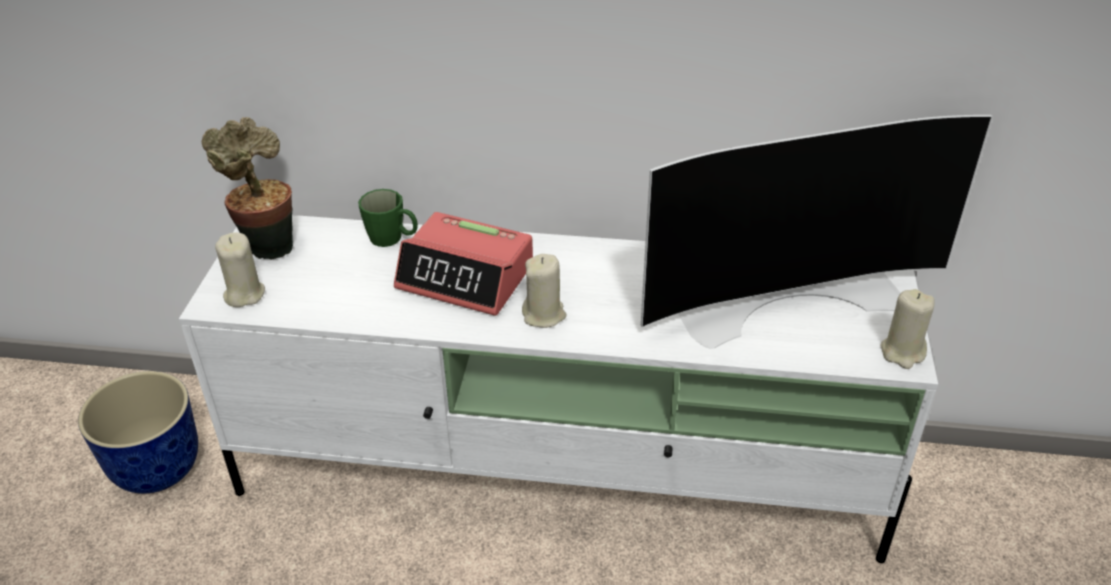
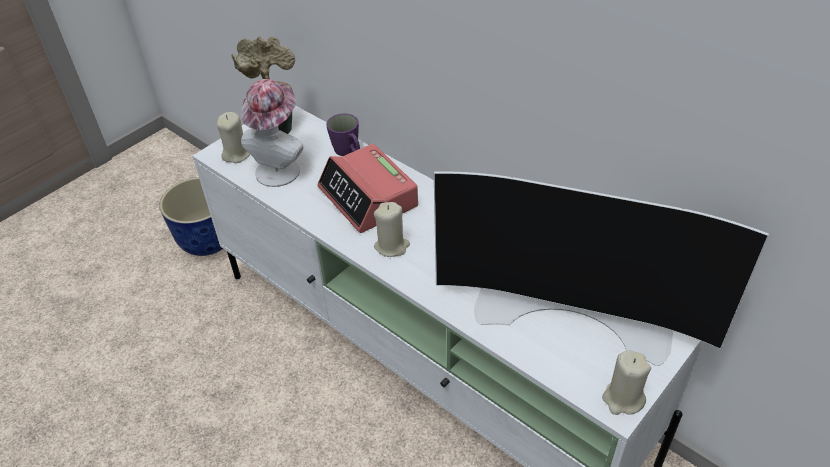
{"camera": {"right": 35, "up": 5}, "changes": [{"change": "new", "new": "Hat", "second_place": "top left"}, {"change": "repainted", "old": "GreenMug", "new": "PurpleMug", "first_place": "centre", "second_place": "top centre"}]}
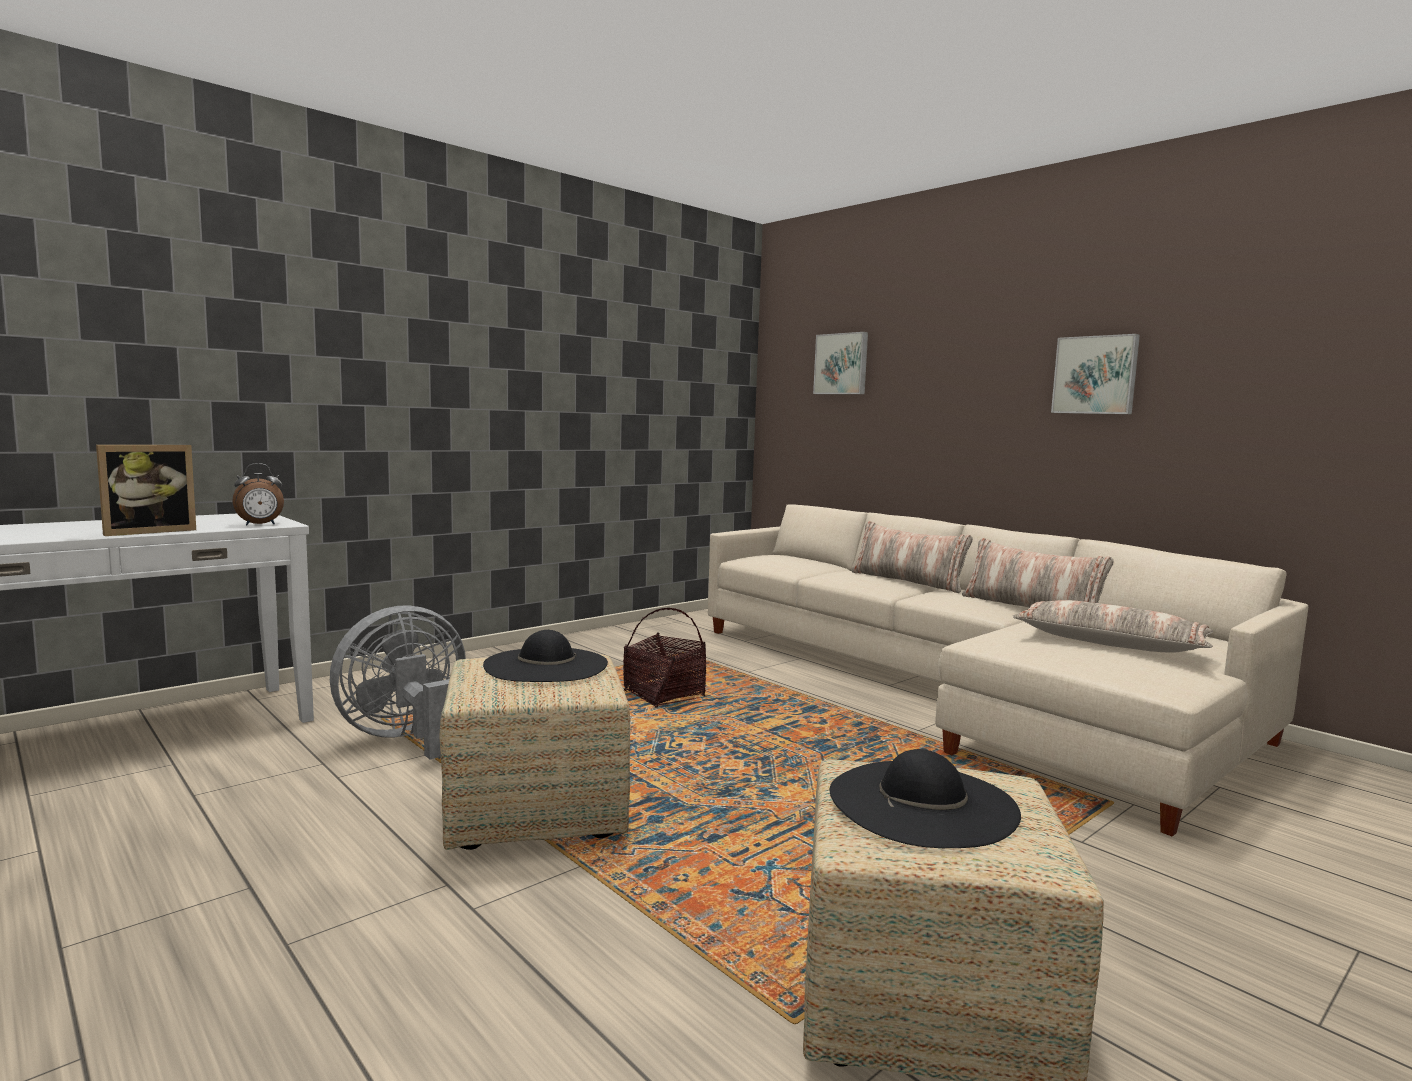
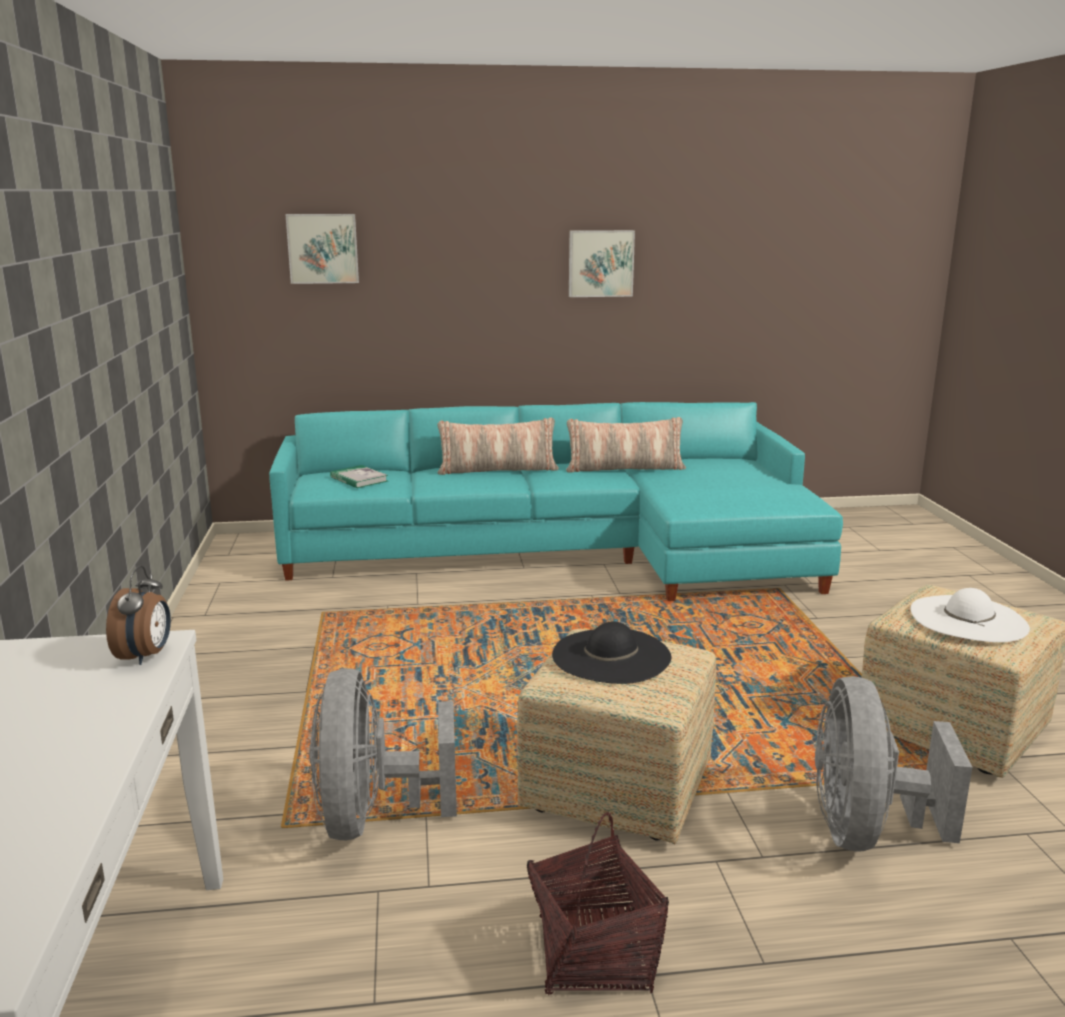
{"camera": {"right": -55, "up": 10}, "changes": [{"change": "repainted", "old": "BeigeSofa", "new": "TurquoiseSofa", "first_place": "middle right", "second_place": "centre"}, {"change": "new", "new": "Book", "second_place": "centre"}, {"change": "shifted", "old": "Basket", "first_place": "centre", "second_place": "bottom centre"}, {"change": "new", "new": "GreyFan (no. 2 from left)", "second_place": "bottom right"}, {"change": "repainted", "old": "BlackHat (no. 2 from left)", "new": "WhiteHat", "first_place": "bottom centre", "second_place": "middle right"}, {"change": "gone", "old": "PictureFrame", "first_place": "middle left"}, {"change": "gone", "old": "Pillow (no. 3 from left)", "first_place": "middle right"}]}
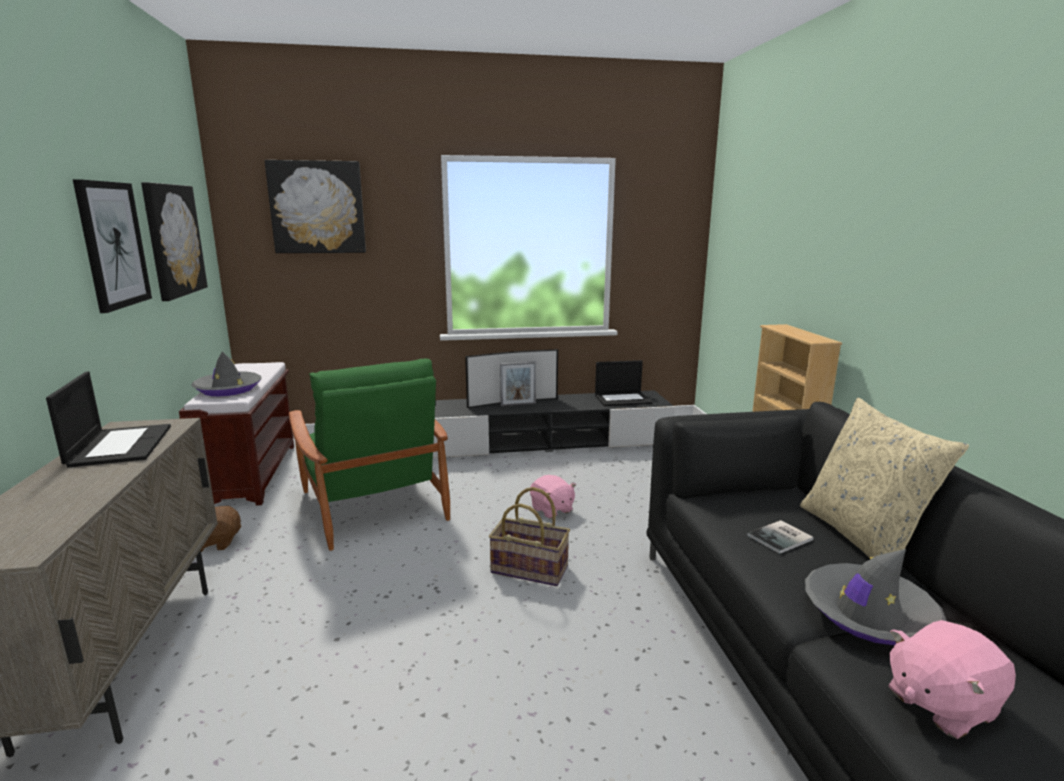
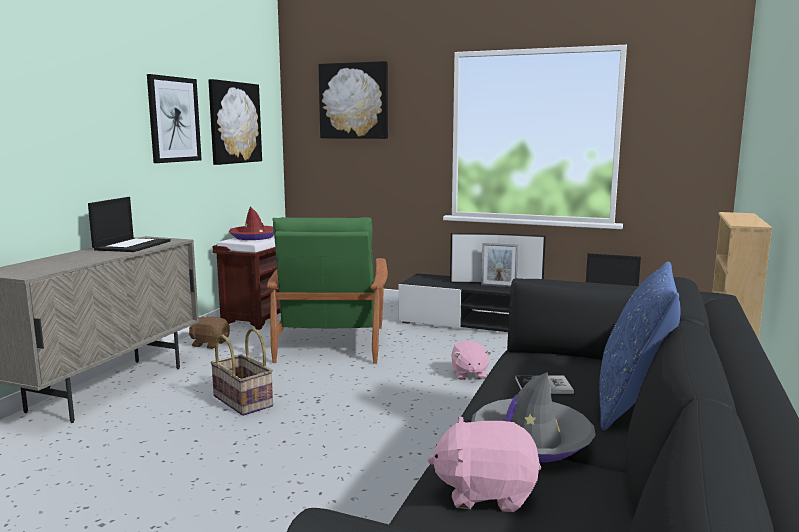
{"camera": {"right": 30, "up": -5}, "changes": [{"change": "shifted", "old": "Basket", "first_place": "bottom centre", "second_place": "bottom left"}, {"change": "repainted", "old": "GreyHat (no. 1 from left)", "new": "RedHat", "first_place": "middle left", "second_place": "middle left"}, {"change": "repainted", "old": "BeigePillow", "new": "BluePillow", "first_place": "middle right", "second_place": "middle right"}]}
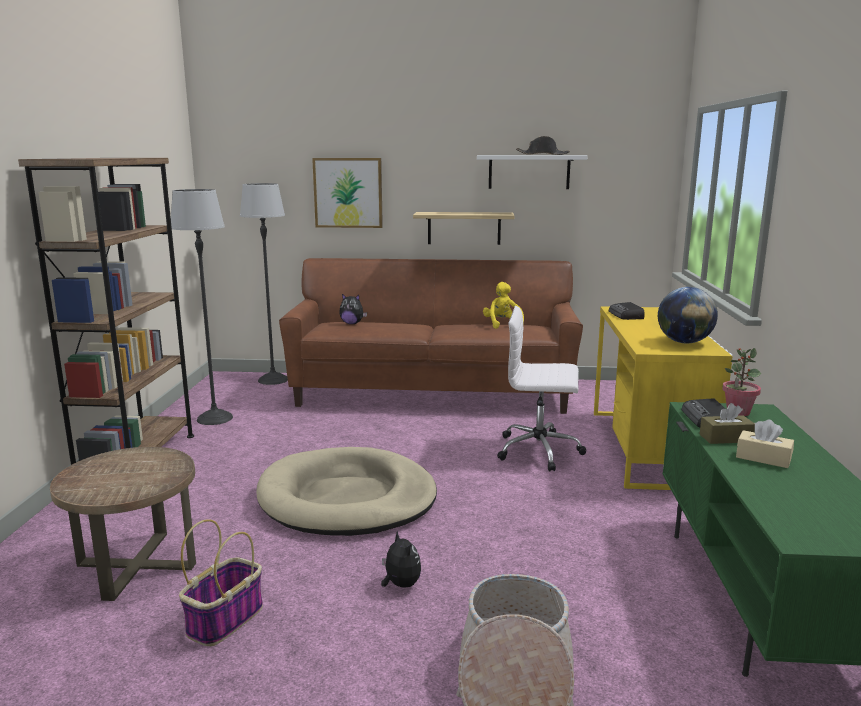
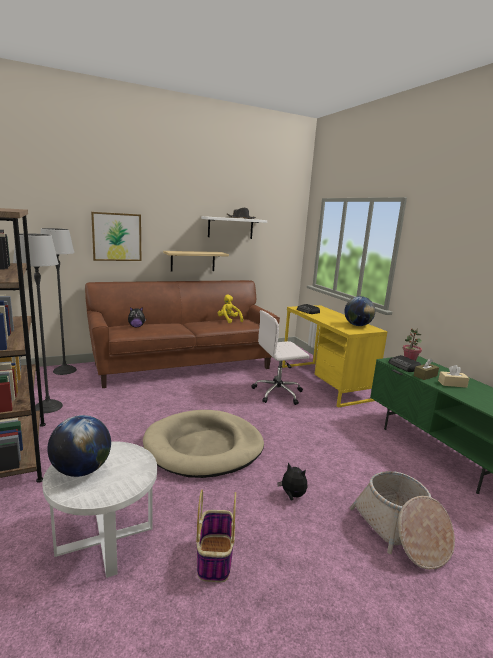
{"camera": {"right": -30, "up": 0}, "changes": [{"change": "repainted", "old": "BrownSideTable", "new": "WhiteSideTable", "first_place": "bottom left", "second_place": "bottom left"}, {"change": "new", "new": "Globe (no. 1 from left)", "second_place": "bottom left"}]}
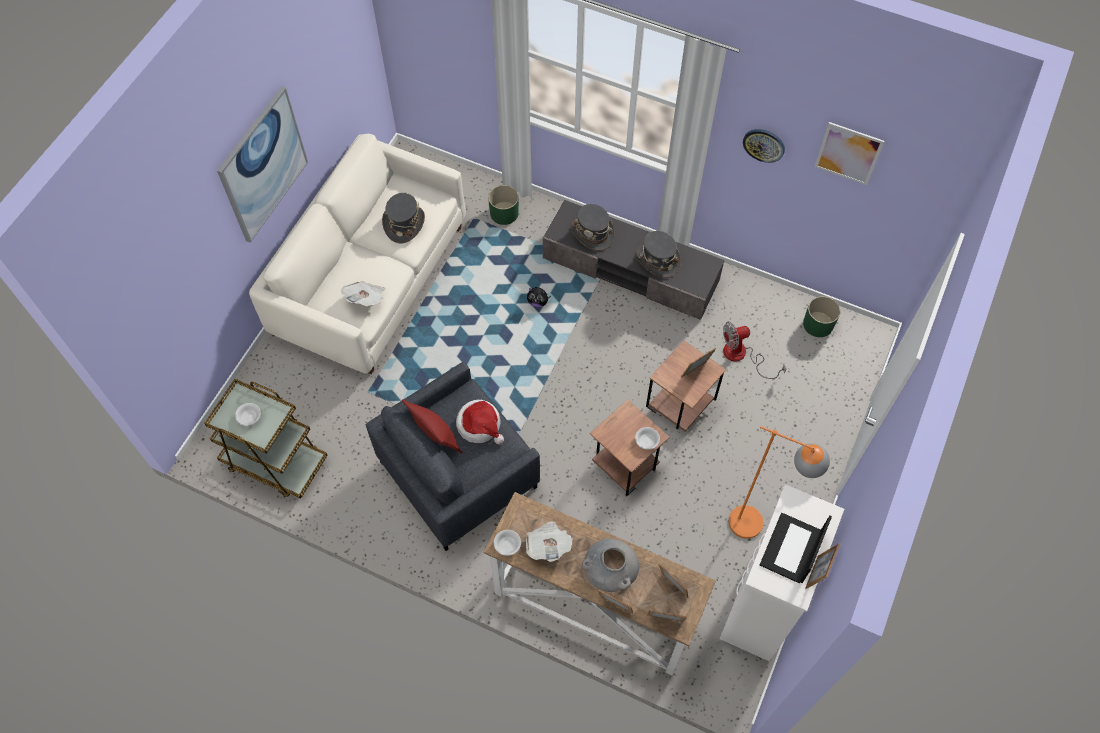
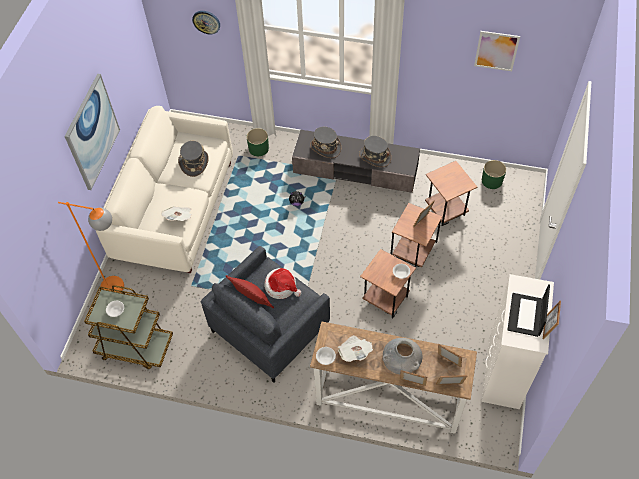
{"camera": {"right": -10, "up": -5}, "changes": [{"change": "shifted", "old": "OrangeFloorLamp", "first_place": "middle right", "second_place": "middle left"}, {"change": "shifted", "old": "WallClock", "first_place": "top right", "second_place": "top left"}, {"change": "swapped", "old": "Fan", "new": "BrownSideTable (no. 3 from left)", "first_place": "middle right", "second_place": "middle right"}]}
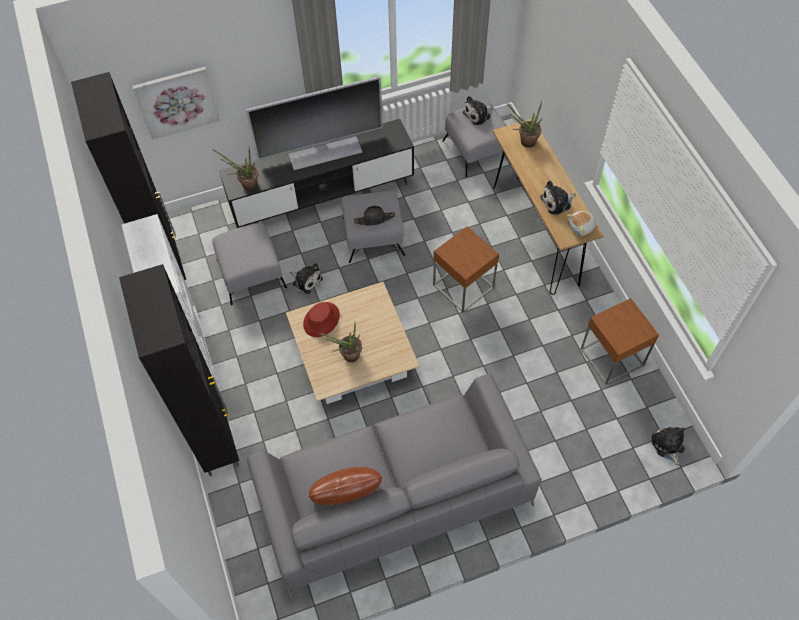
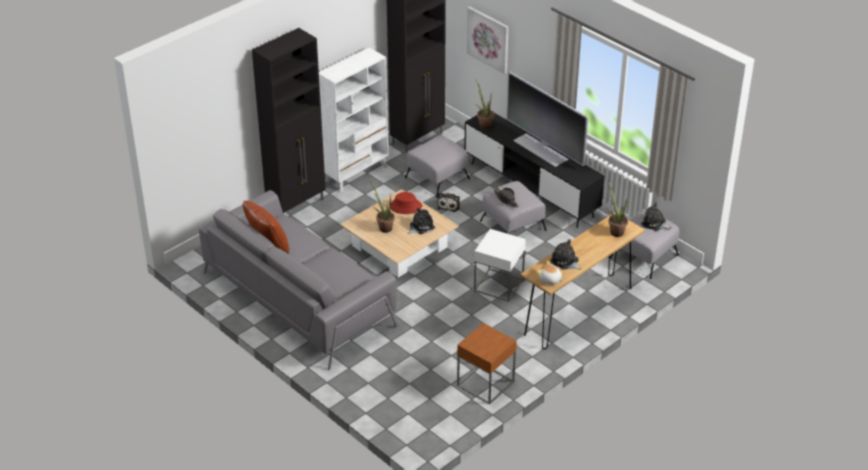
{"camera": {"right": 65, "up": -20}, "changes": [{"change": "shifted", "old": "PlushToy (no. 5 from left in the first image)", "new": "PlushToy (no. 1 from left)", "first_place": "bottom right", "second_place": "centre"}, {"change": "repainted", "old": "BrownSideTable (no. 1 from left)", "new": "WhiteSideTable", "first_place": "centre", "second_place": "centre"}]}
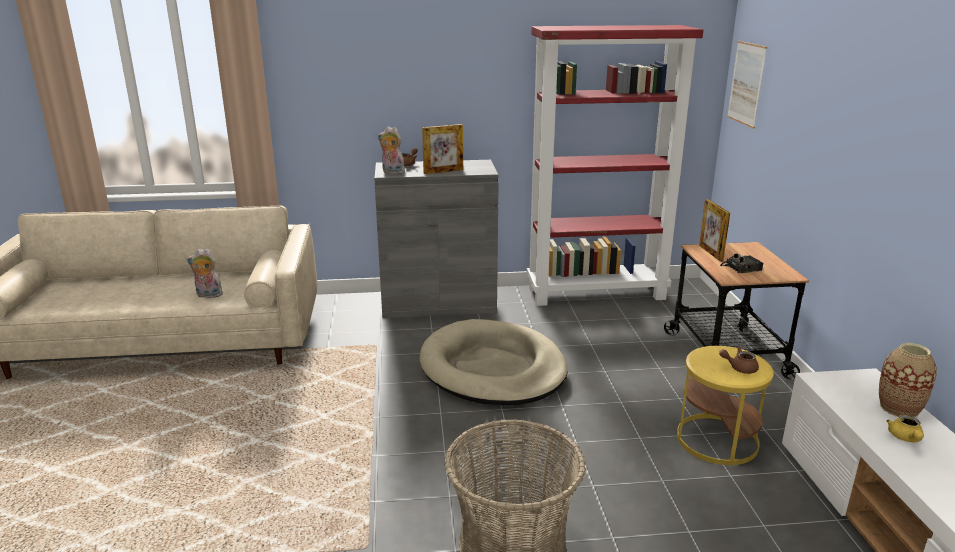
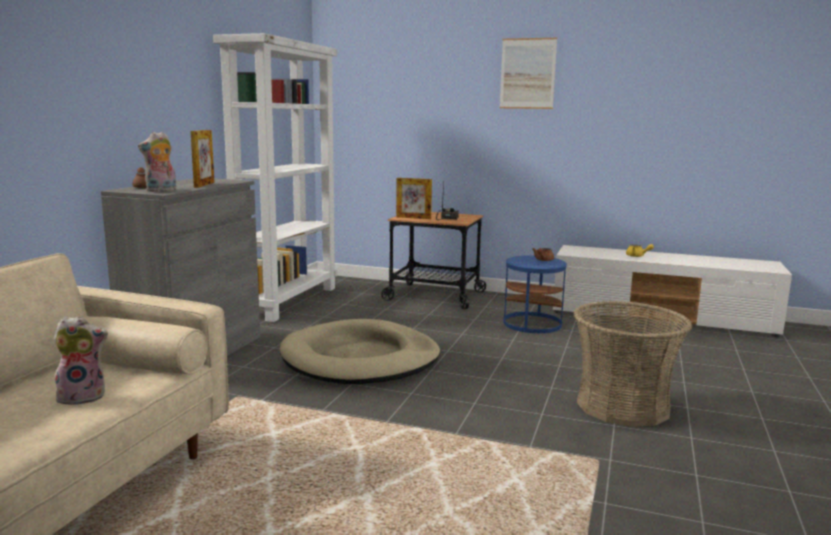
{"camera": {"right": -65, "up": -10}, "changes": [{"change": "rotated", "old": "PlushToy (no. 1 from left)", "first_place": "middle left", "second_place": "bottom left", "degrees": -135}, {"change": "repainted", "old": "RedBookcase", "new": "WhiteBookcase", "first_place": "top centre", "second_place": "top left"}, {"change": "shifted", "old": "Picture", "first_place": "top right", "second_place": "top centre"}, {"change": "repainted", "old": "YellowSideTable", "new": "BlueSideTable", "first_place": "bottom right", "second_place": "centre"}, {"change": "gone", "old": "Vase", "first_place": "bottom right"}]}
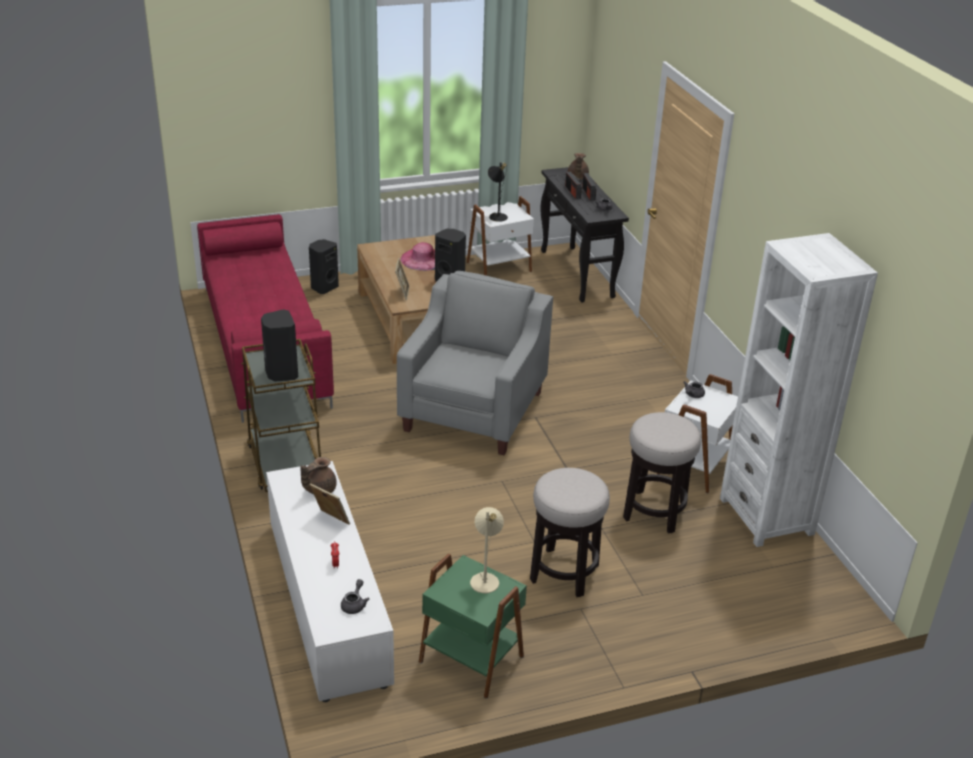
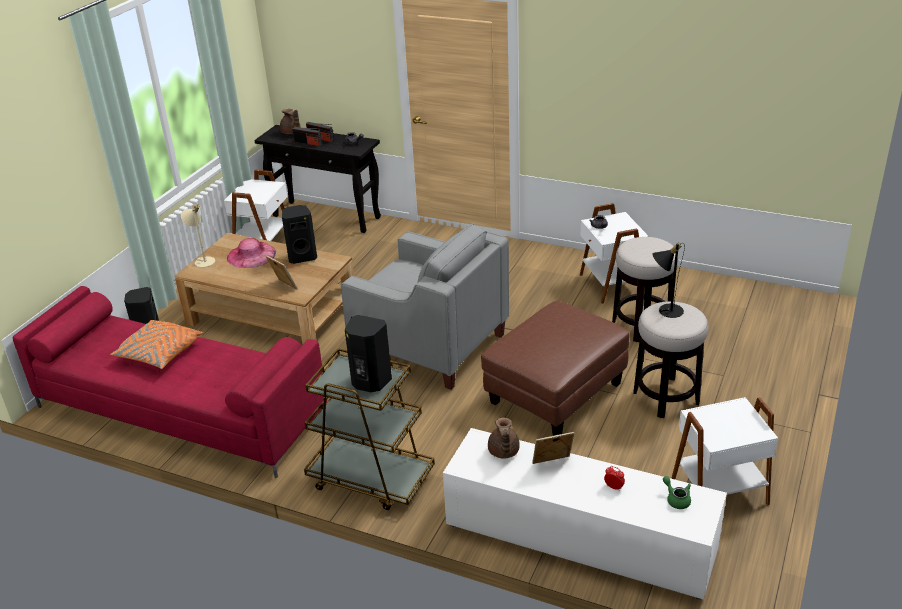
{"camera": {"right": -45, "up": 0}, "changes": [{"change": "new", "new": "OrangePillow", "second_place": "middle left"}, {"change": "shifted", "old": "BeigeTableLamp", "first_place": "bottom centre", "second_place": "middle left"}, {"change": "rotated", "old": "GreyArmchair", "first_place": "centre", "second_place": "centre", "degrees": 150}, {"change": "new", "new": "BrownOttoman", "second_place": "centre"}, {"change": "shifted", "old": "BlackTableLamp", "first_place": "top centre", "second_place": "middle right"}, {"change": "repainted", "old": "GreyTeapot (no. 1 from left)", "new": "GreenTeapot", "first_place": "bottom centre", "second_place": "bottom right"}, {"change": "repainted", "old": "GreenSideTable", "new": "WhiteSideTable (no. 3 from left)", "first_place": "bottom centre", "second_place": "bottom right"}, {"change": "gone", "old": "WhiteBookcase", "first_place": "middle right"}]}
